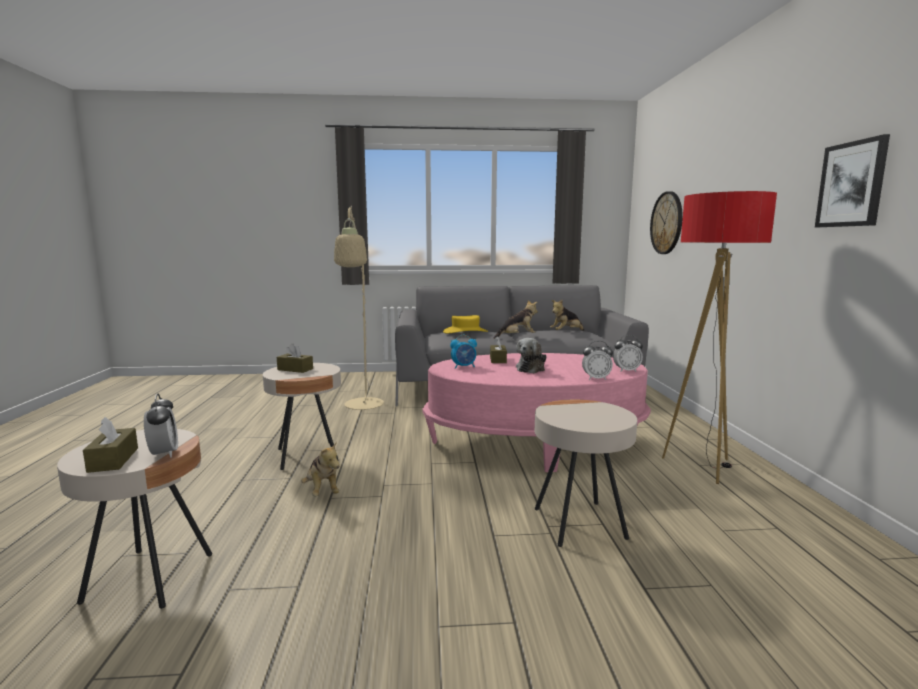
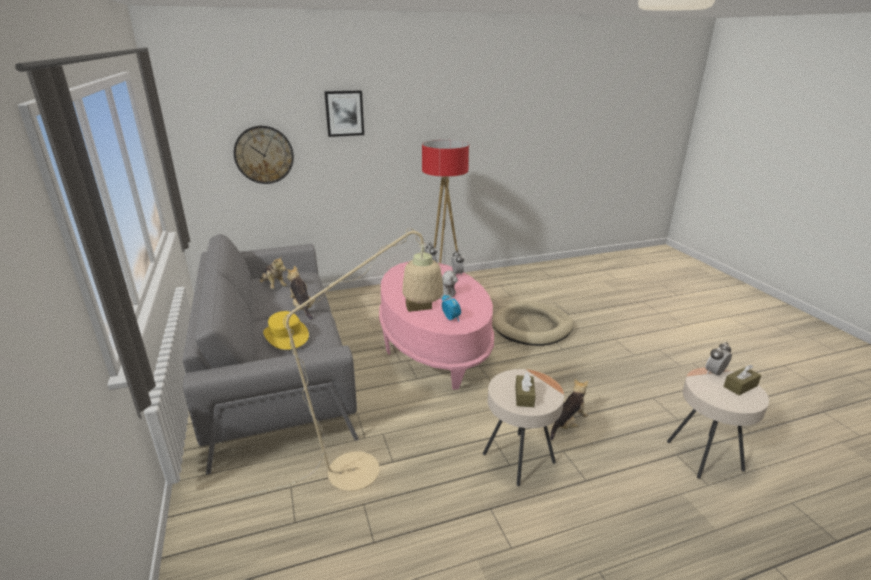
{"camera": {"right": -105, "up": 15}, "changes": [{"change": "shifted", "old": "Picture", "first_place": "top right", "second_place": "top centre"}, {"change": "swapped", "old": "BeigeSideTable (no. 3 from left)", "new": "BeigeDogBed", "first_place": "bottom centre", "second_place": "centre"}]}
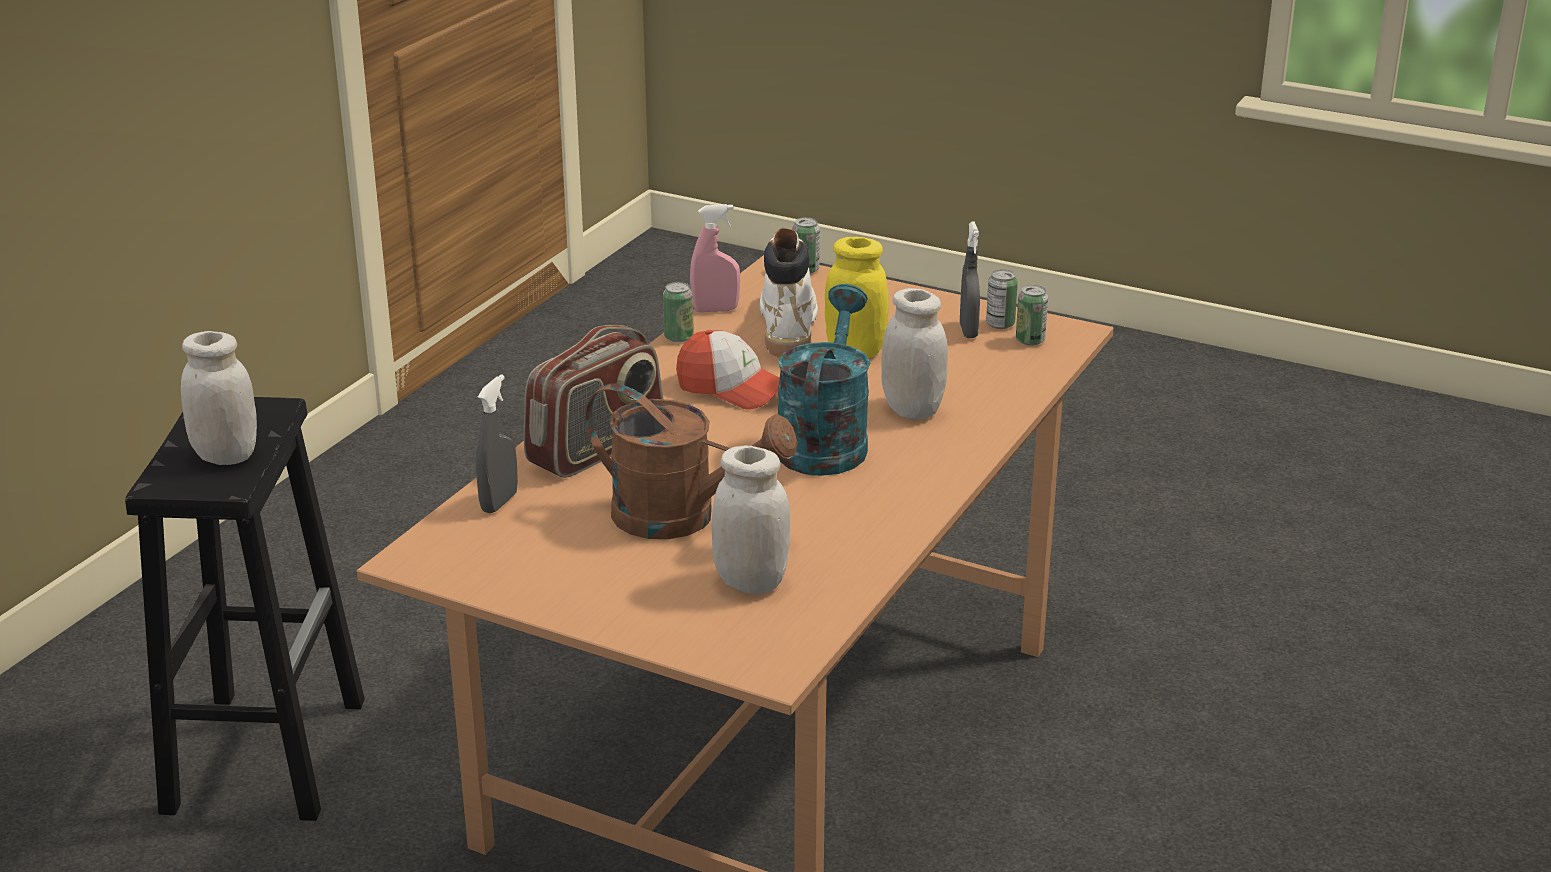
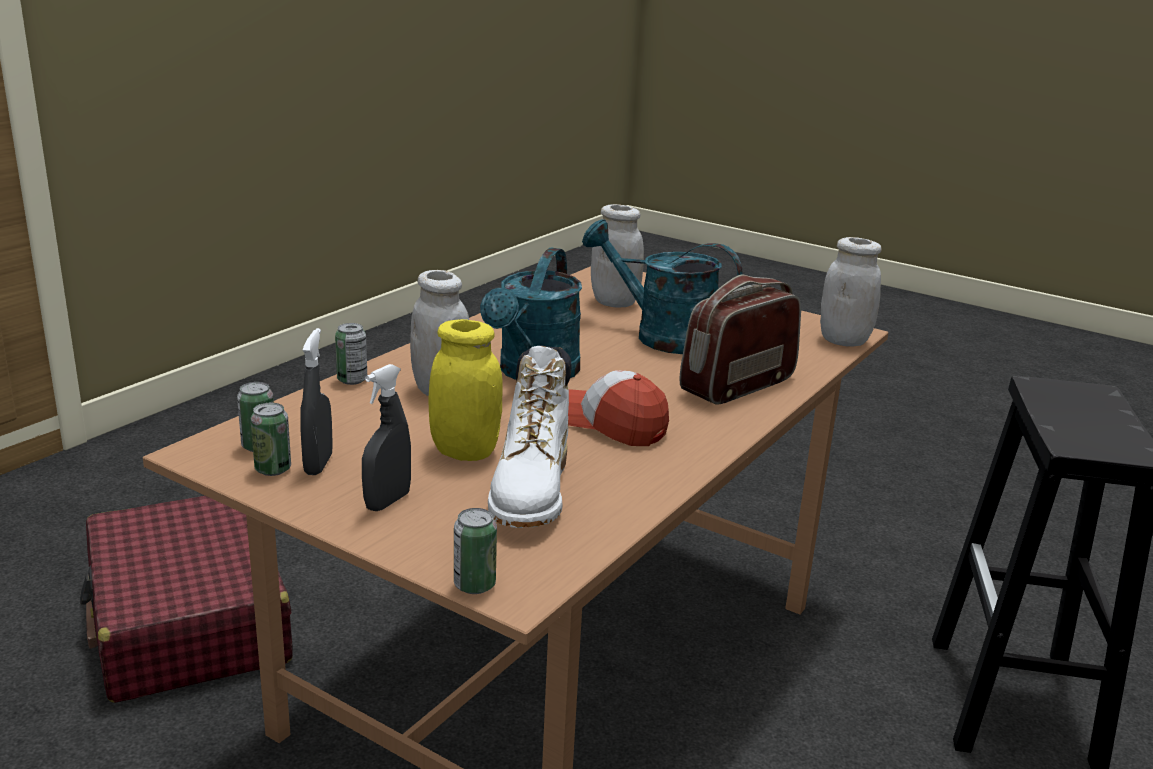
{"camera": {"right": -175, "up": -5}, "changes": [{"change": "new", "new": "RedSuitcase", "second_place": "bottom left"}, {"change": "shifted", "old": "Can (no. 1 from left in the first image)", "new": "Can (no. 3 from left)", "first_place": "centre", "second_place": "middle left"}, {"change": "shifted", "old": "GreySprayBottle (no. 1 from left in the first image)", "new": "GreySprayBottle (no. 2 from left)", "first_place": "middle left", "second_place": "centre"}, {"change": "repainted", "old": "BrownWateringCan", "new": "TurquoiseWateringCan (no. 2 from left)", "first_place": "centre", "second_place": "centre"}, {"change": "shifted", "old": "WhiteJar (no. 1 from left in the first image)", "new": "WhiteJar (no. 3 from left)", "first_place": "middle left", "second_place": "middle right"}, {"change": "gone", "old": "PinkSprayBottle", "first_place": "top centre"}]}
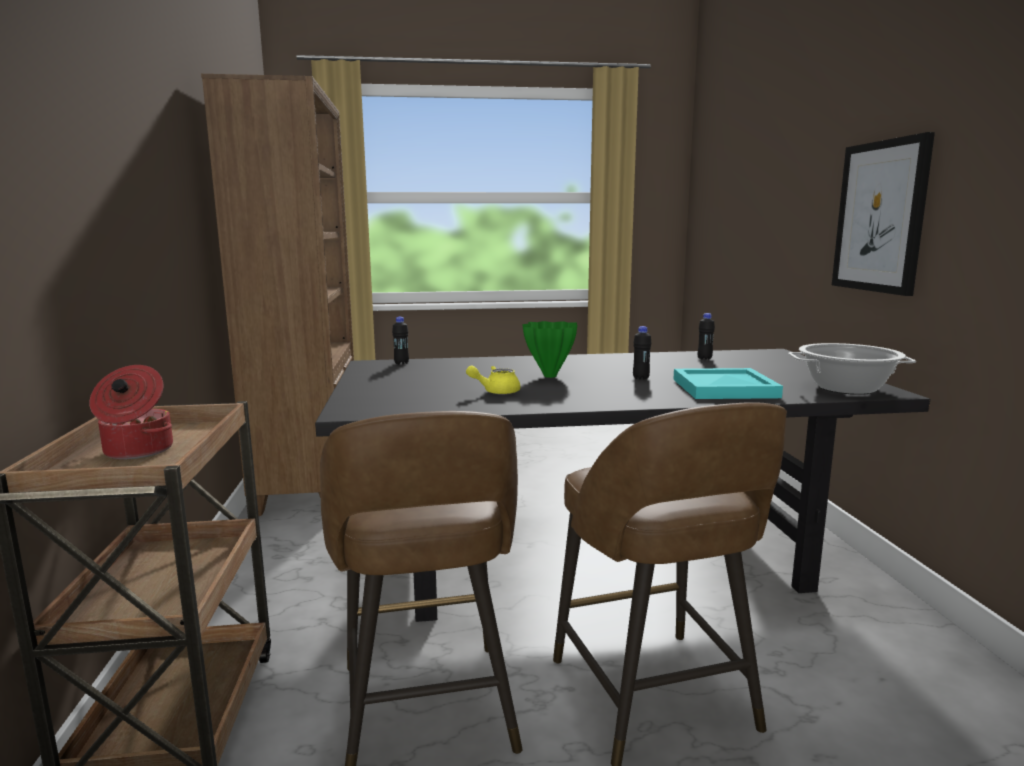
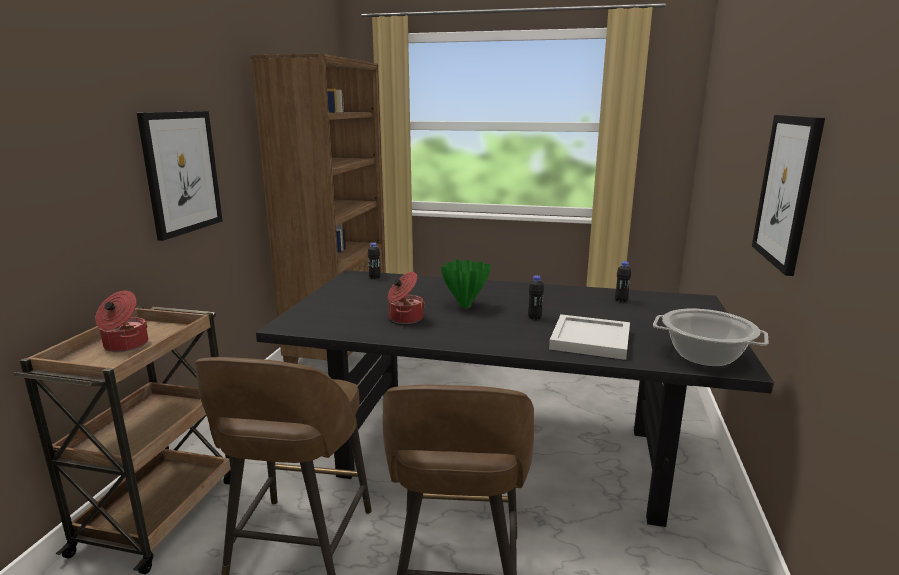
{"camera": {"right": 20, "up": 5}, "changes": [{"change": "new", "new": "Picture (no. 1 from left)", "second_place": "top left"}, {"change": "swapped", "old": "YellowTeapot", "new": "CookingPot (no. 2 from left)", "first_place": "centre", "second_place": "centre"}, {"change": "repainted", "old": "TurquoiseTray", "new": "WhiteTray", "first_place": "middle right", "second_place": "centre"}]}
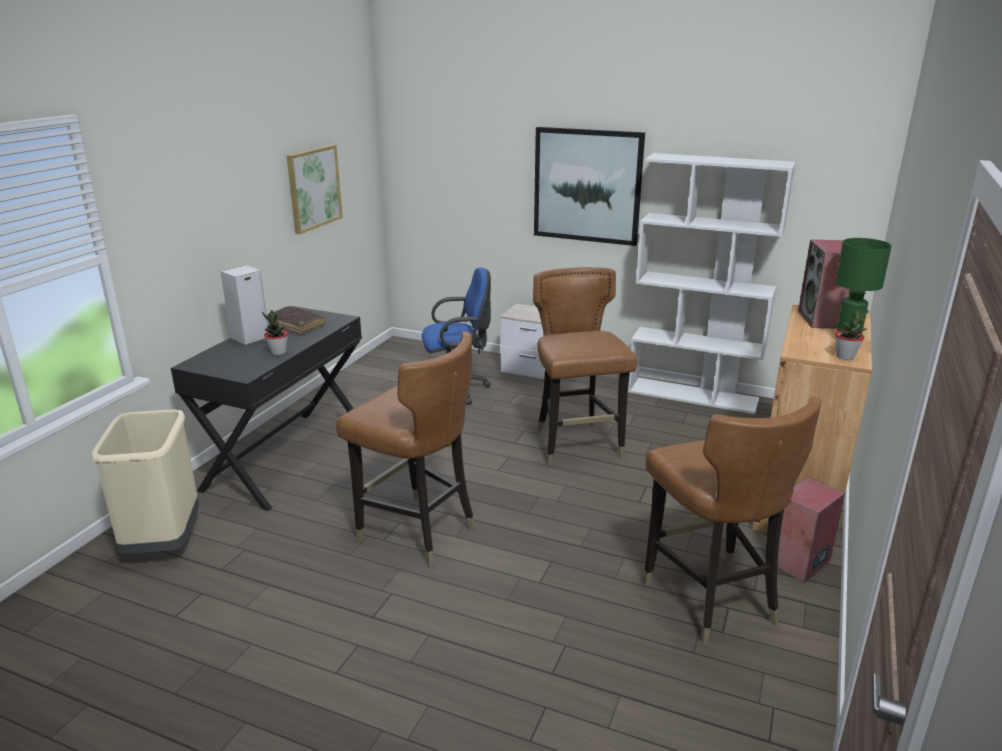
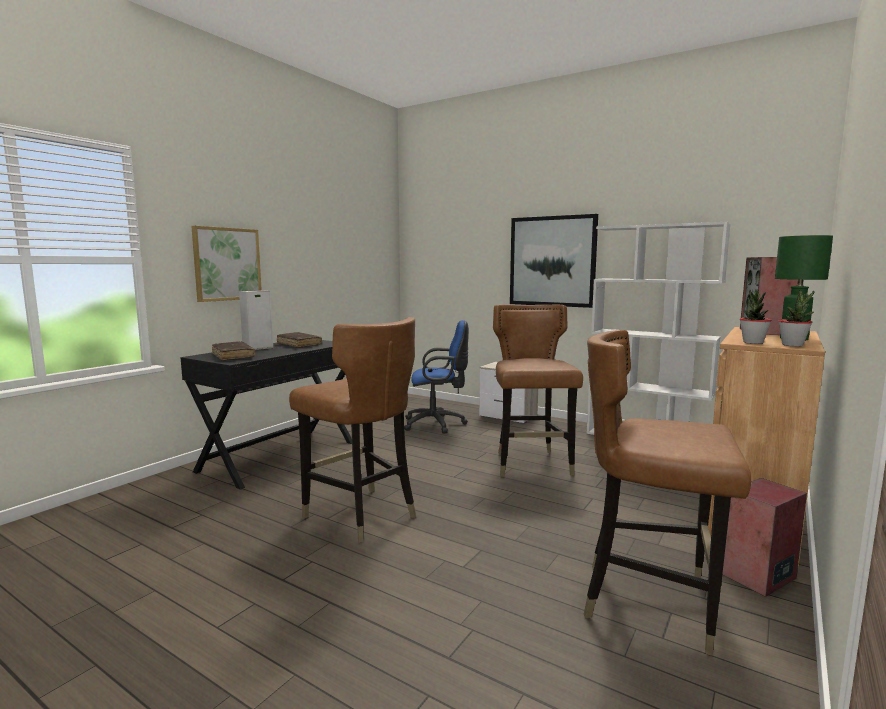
{"camera": {"right": 10, "up": -15}, "changes": [{"change": "shifted", "old": "Picture (no. 1 from left)", "first_place": "top left", "second_place": "middle left"}, {"change": "new", "new": "BrownBook (no. 1 from left)", "second_place": "middle left"}, {"change": "rotated", "old": "BrownChair (no. 3 from left)", "first_place": "bottom right", "second_place": "bottom right", "degrees": 120}, {"change": "shifted", "old": "PottedPlant (no. 1 from left)", "first_place": "middle left", "second_place": "middle right"}, {"change": "gone", "old": "BeigeTrashCan", "first_place": "middle left"}]}
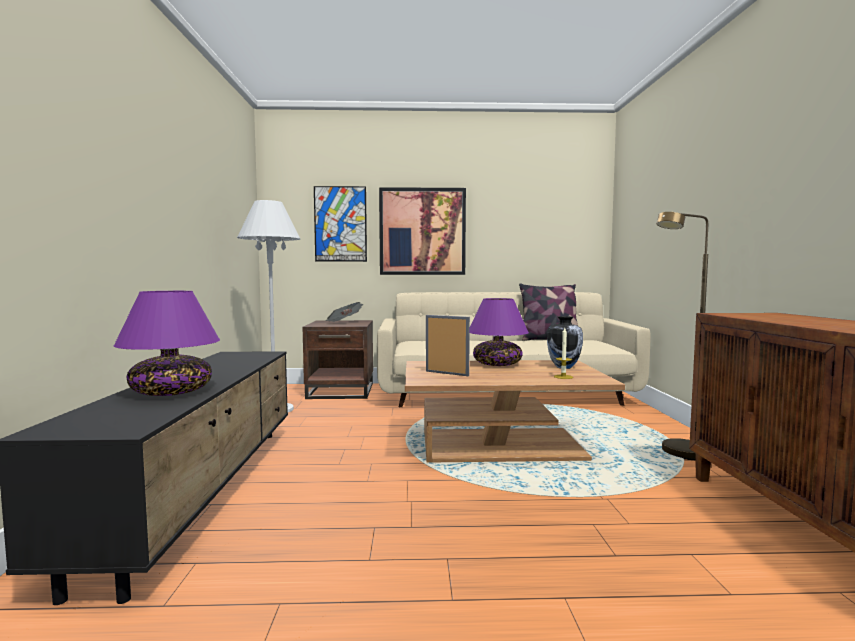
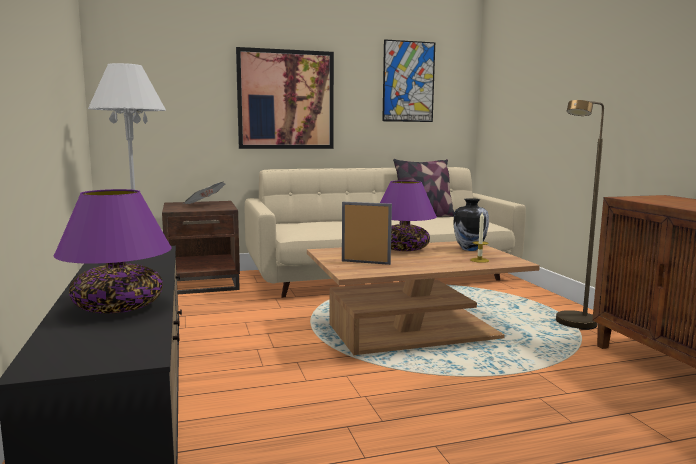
{"camera": {"right": -15, "up": 5}, "changes": [{"change": "shifted", "old": "Picture (no. 1 from left in the first image)", "new": "Picture (no. 2 from left)", "first_place": "centre", "second_place": "top centre"}]}
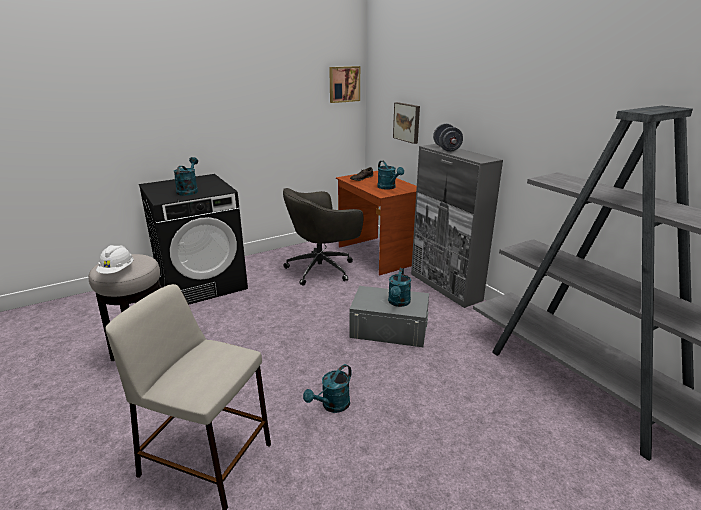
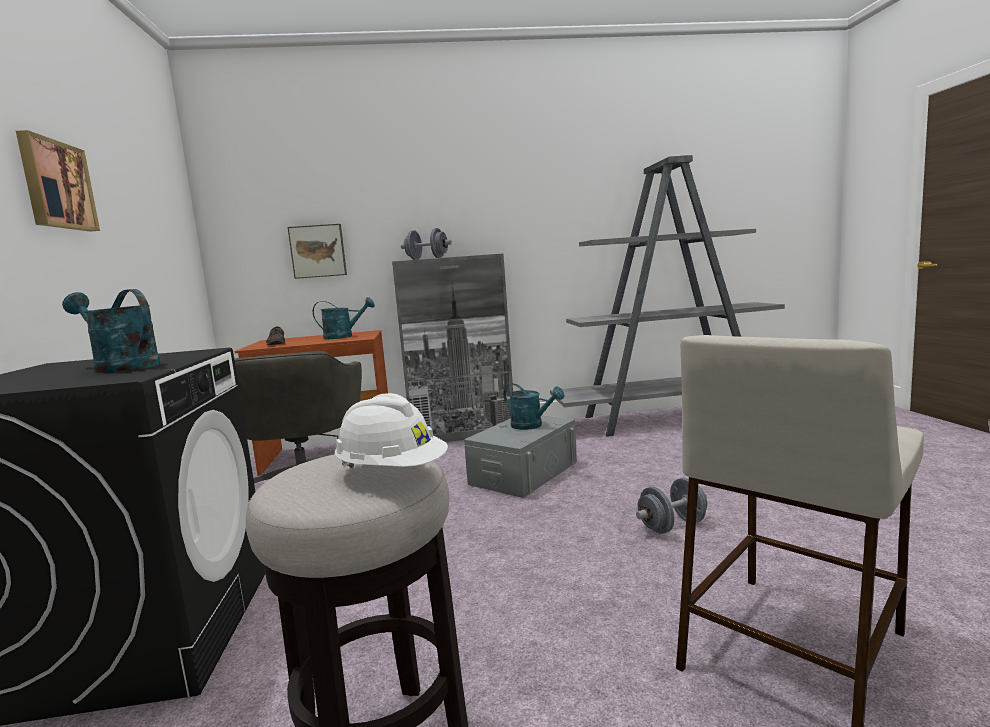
{"camera": {"right": -65, "up": -15}, "changes": [{"change": "shifted", "old": "Picture (no. 1 from left)", "first_place": "top centre", "second_place": "top left"}, {"change": "swapped", "old": "TurquoiseWateringCan (no. 2 from left)", "new": "GreyDumbbell (no. 2 from left)", "first_place": "bottom centre", "second_place": "bottom right"}]}
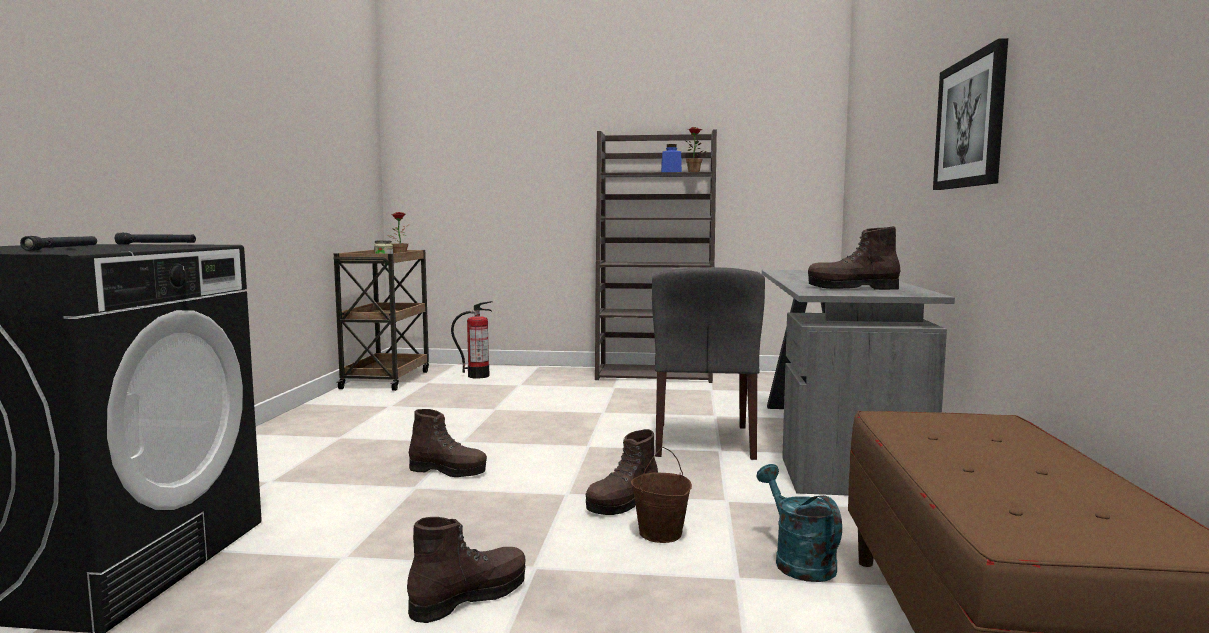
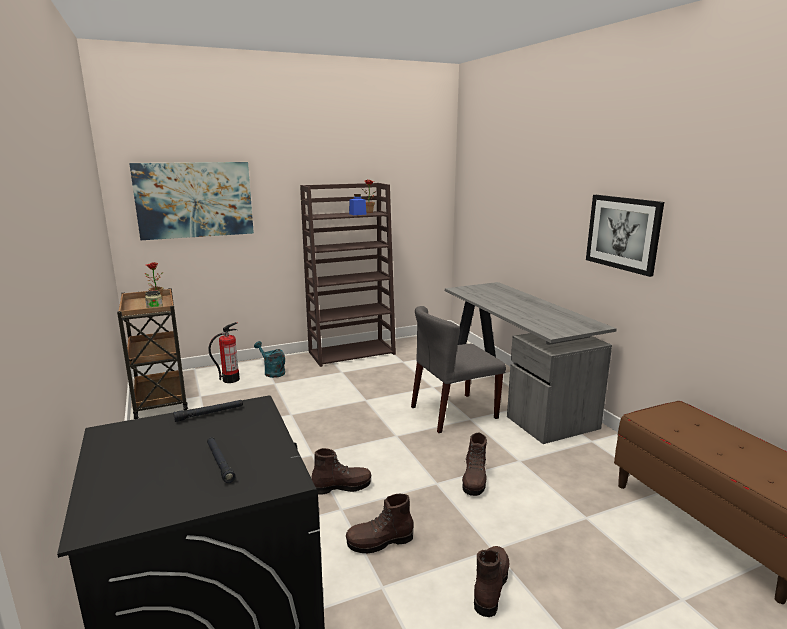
{"camera": {"right": -30, "up": 10}, "changes": [{"change": "new", "new": "Picture (no. 1 from left)", "second_place": "top left"}, {"change": "shifted", "old": "TurquoiseWateringCan", "first_place": "bottom centre", "second_place": "centre"}, {"change": "shifted", "old": "BrownBoot (no. 4 from left in the first image)", "new": "BrownBoot (no. 2 from left)", "first_place": "middle right", "second_place": "bottom centre"}, {"change": "rotated", "old": "GreyChair", "first_place": "centre", "second_place": "centre", "degrees": 90}, {"change": "gone", "old": "BrownBucket", "first_place": "bottom centre"}]}
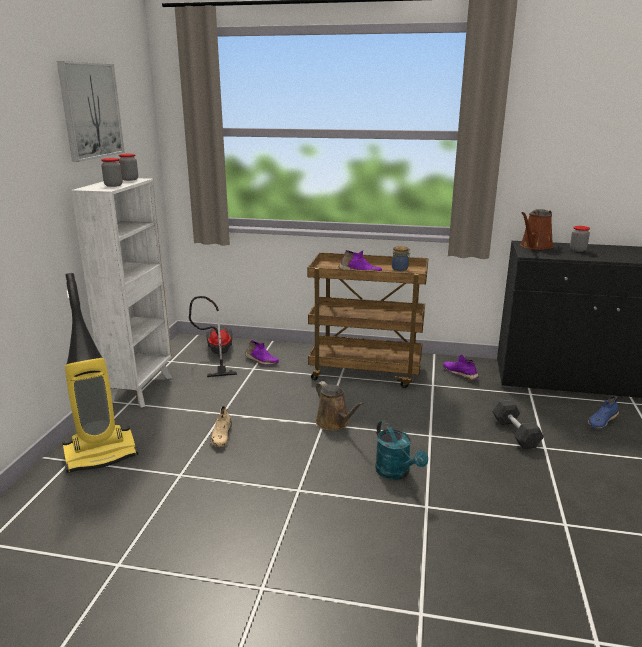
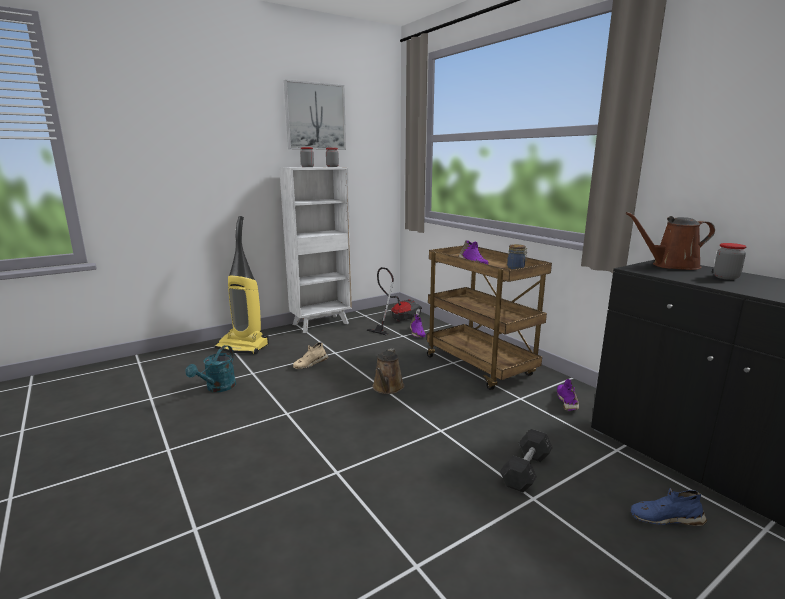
{"camera": {"right": 45, "up": -5}, "changes": [{"change": "shifted", "old": "TurquoiseWateringCan", "first_place": "bottom centre", "second_place": "middle left"}]}
